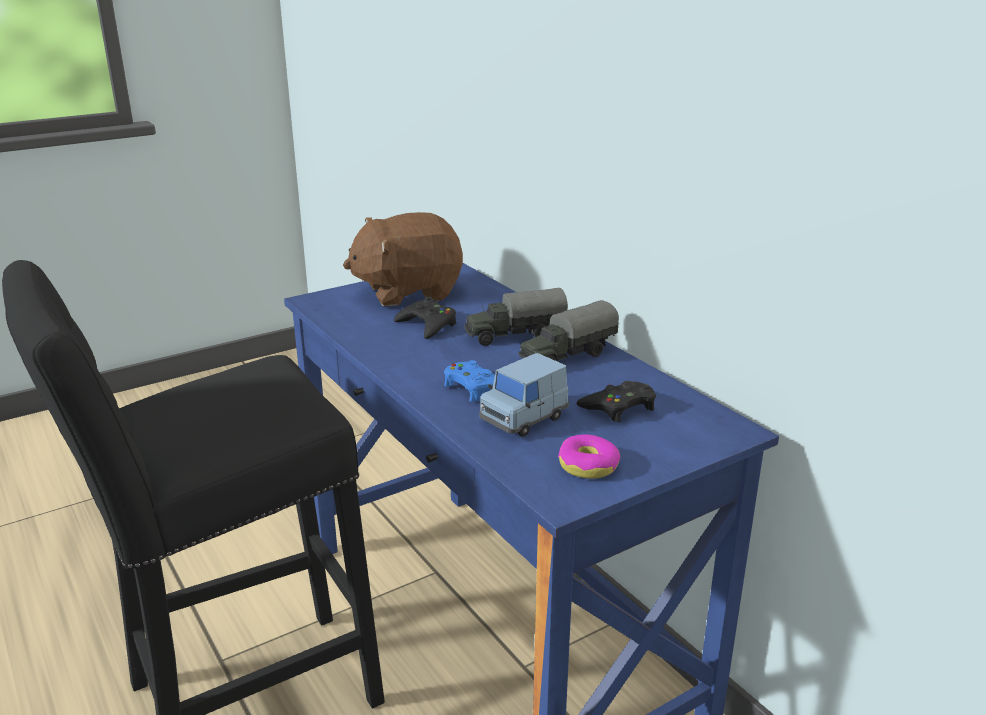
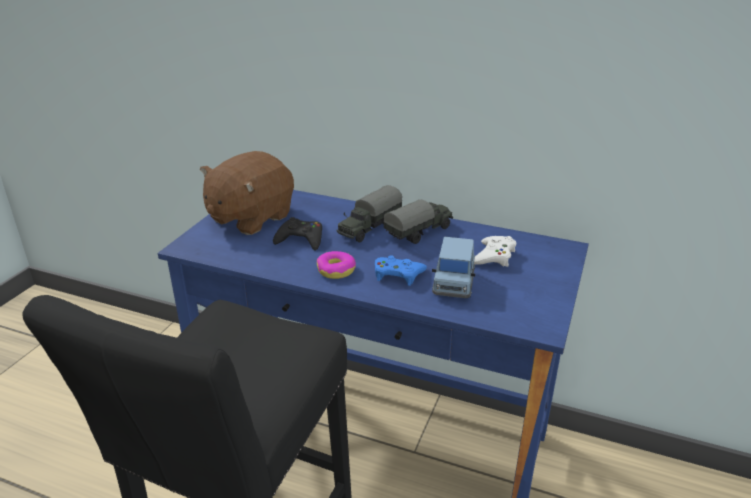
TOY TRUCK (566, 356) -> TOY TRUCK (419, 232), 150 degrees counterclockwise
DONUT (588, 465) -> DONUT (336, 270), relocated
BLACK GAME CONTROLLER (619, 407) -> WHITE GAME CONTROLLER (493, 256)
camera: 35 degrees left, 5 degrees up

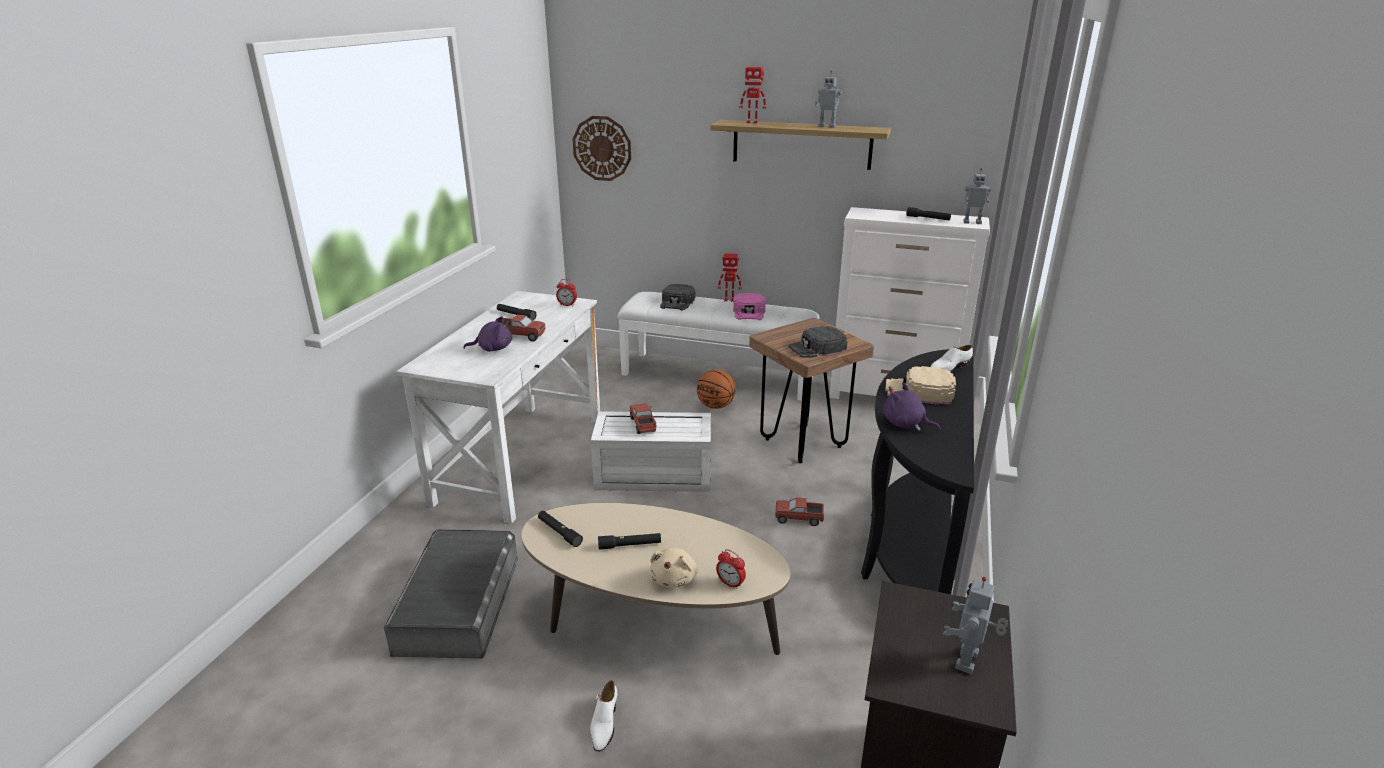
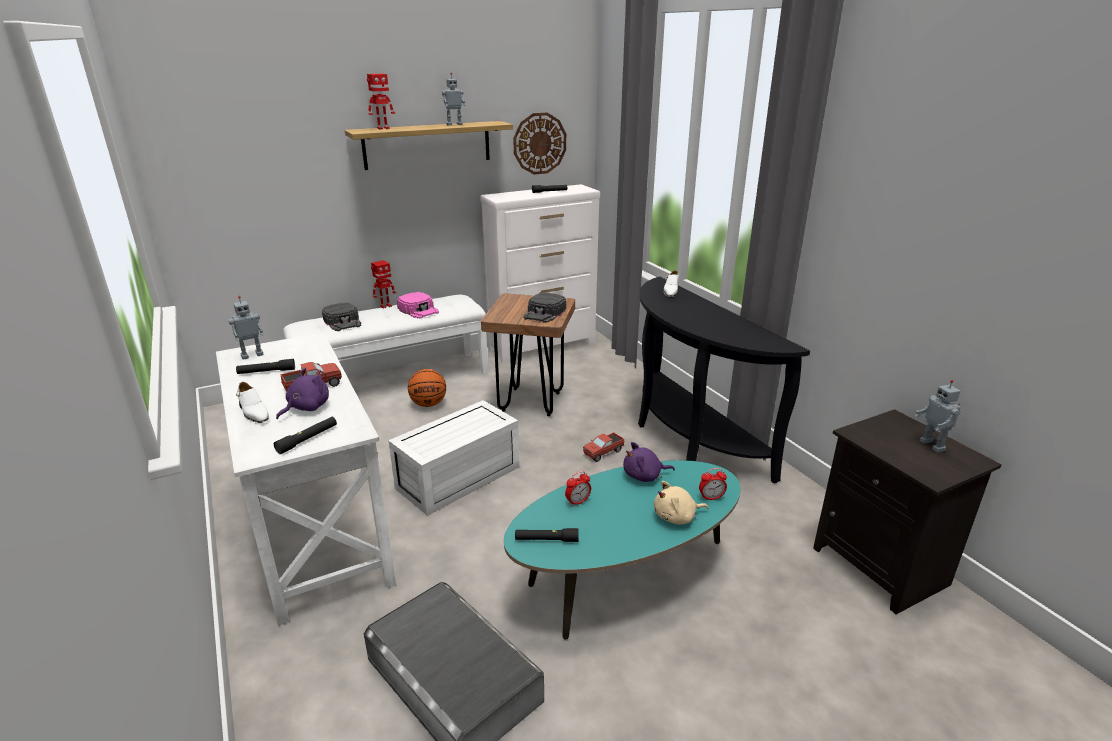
BEIGE COFFEE TABLE (653, 625) -> TURQUOISE COFFEE TABLE (624, 580)
ALARM CLOCK (567, 305) -> ALARM CLOCK (577, 502), relocated
WALL CLOCK (602, 148) -> WALL CLOCK (539, 143), relocated
WHITE SHOE (604, 724) -> WHITE SHOE (253, 413), relocated
BLACK FLASHLIGHT (629, 545) -> BLACK FLASHLIGHT (307, 439), relocated
TOY TRUCK (643, 425) -> none
BEIGE PLUSH TOY (674, 578) -> BEIGE PLUSH TOY (677, 517), 105 degrees clockwise
PURPLE PLUSH TOY (905, 424) -> PURPLE PLUSH TOY (644, 476), relocated
BEIGE CAP (919, 392) -> none
TOY ROBOT (972, 222) -> TOY ROBOT (252, 355), relocated
camera: 45 degrees left, 0 degrees up

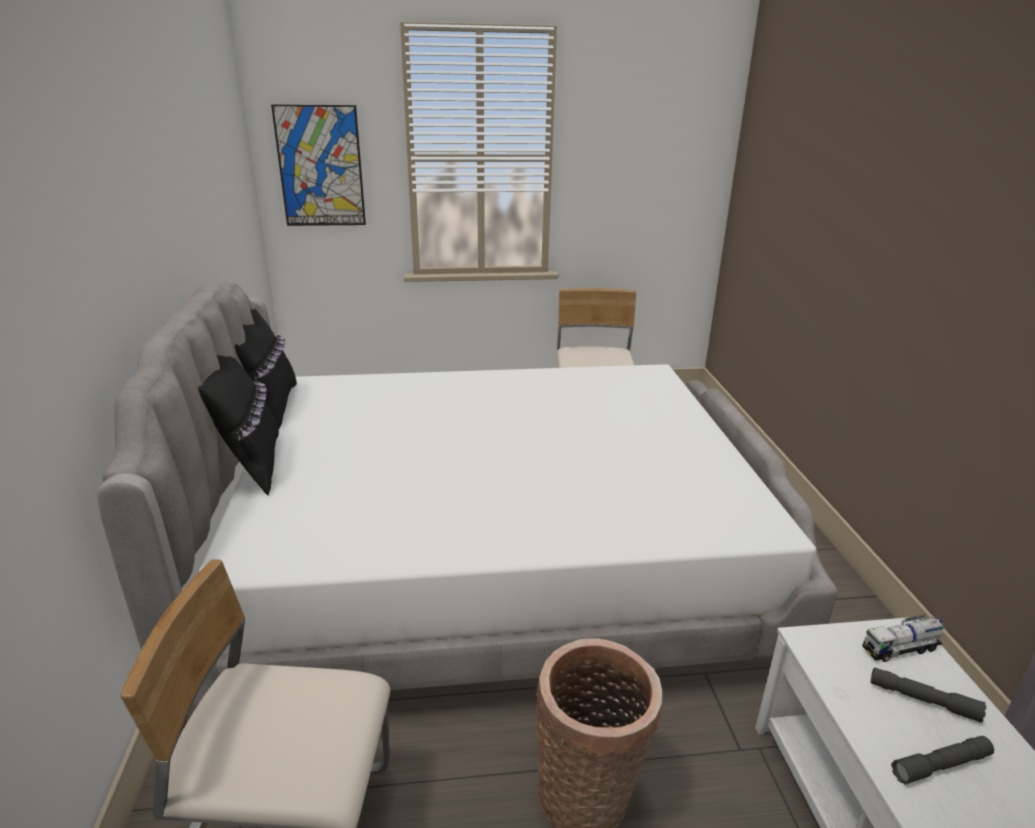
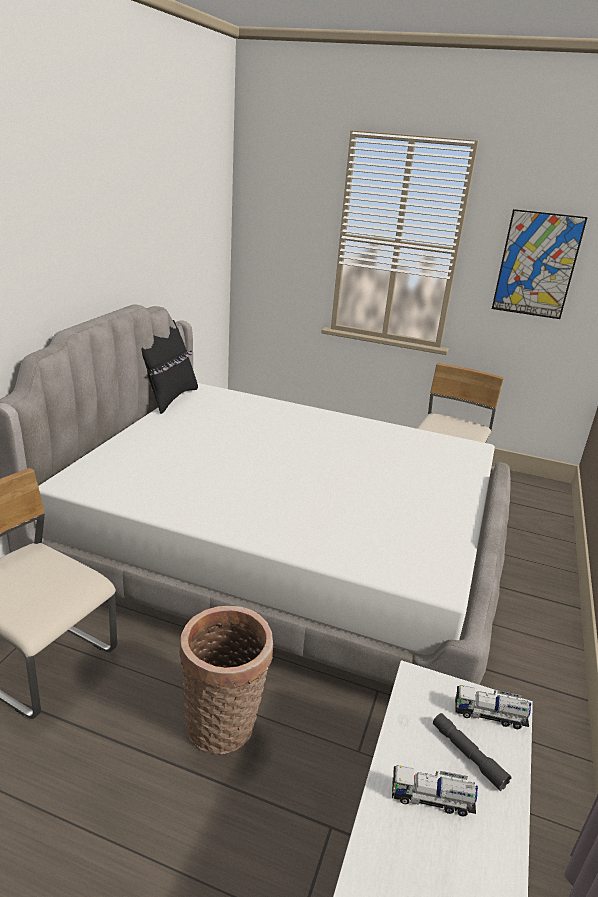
BLACK PILLOW (252, 465) -> none
PICTURE (320, 167) -> PICTURE (537, 265), relocated
GREY FLASHLIGHT (940, 765) -> TOY TRUCK (431, 799)
camera: 25 degrees right, 0 degrees up

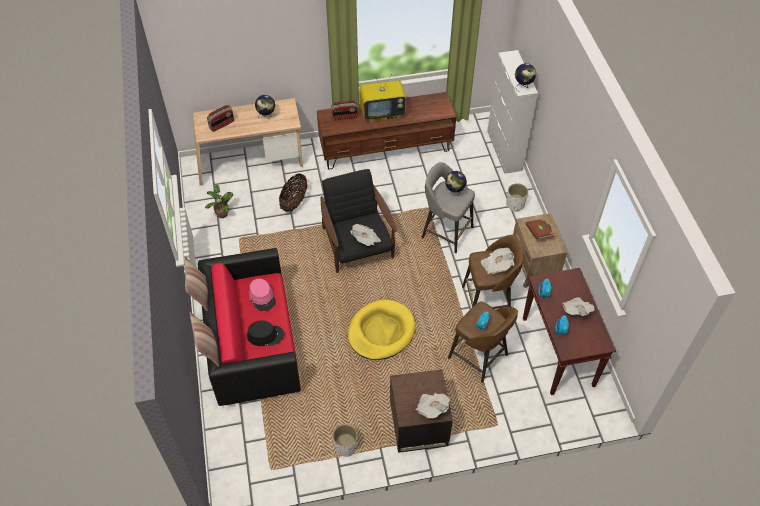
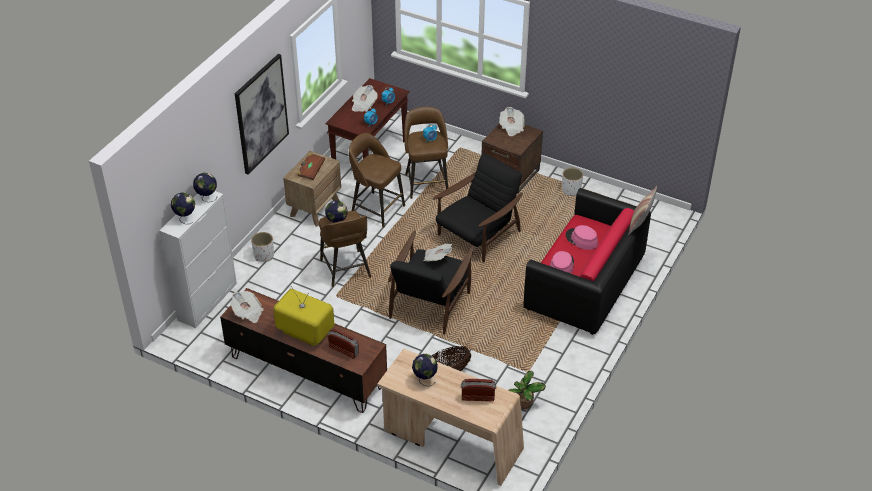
PILLOW (200, 294) -> none
BLACK HAT (265, 335) -> PINK HAT (581, 239)
YELLOW DOG BED (381, 331) -> BLACK ARMCHAIR (478, 235)
GREY STOOL (445, 231) -> BROWN STOOL (346, 270)
NEWSPAPER (496, 265) -> NEWSPAPER (248, 313), relocated
none -> GLOBE (185, 218)
none -> PICTURE (261, 114)
camera: 140 degrees left, 10 degrees down

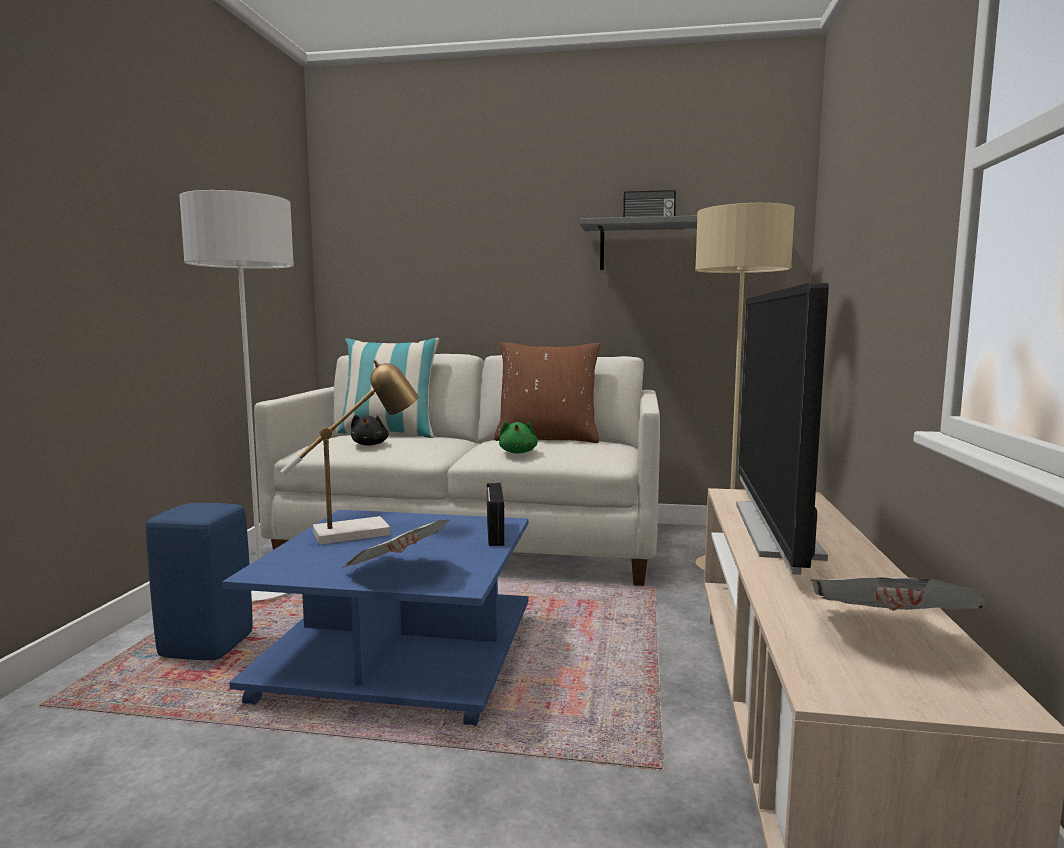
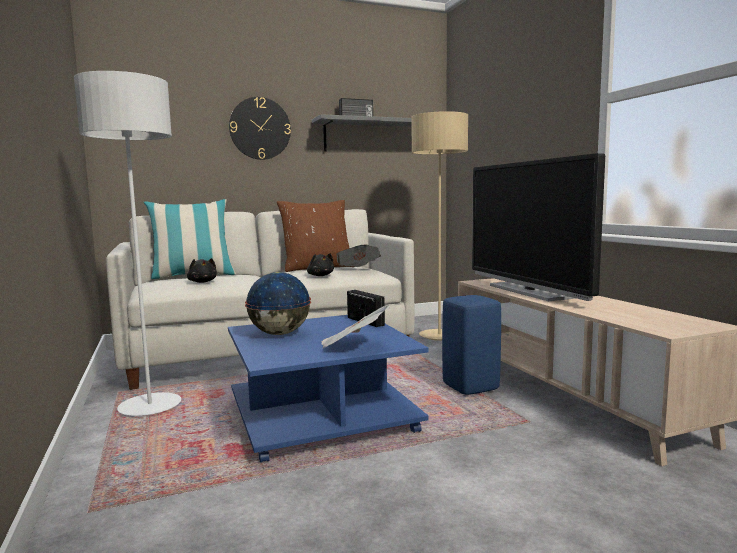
BLUE STOOL (206, 646) -> BLUE STOOL (469, 387), relocated
TABLE LAMP (362, 532) -> GLOBE (279, 334)
GREEN PLUSH TOY (518, 452) -> BLACK PLUSH TOY (320, 275)
NEWSPAPER (889, 636) -> NEWSPAPER (358, 269), relocated
none -> WALL CLOCK (260, 128)
camera: 30 degrees left, 0 degrees up

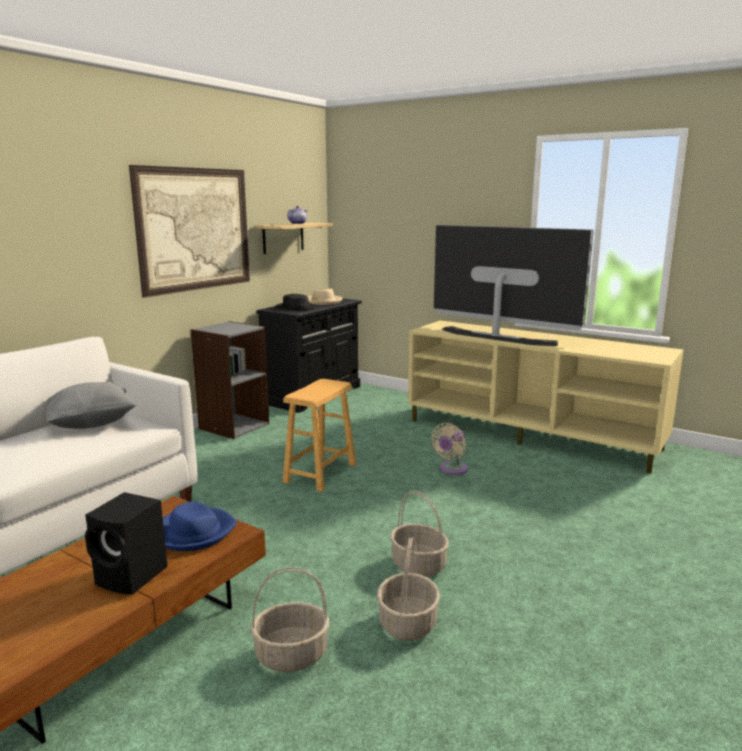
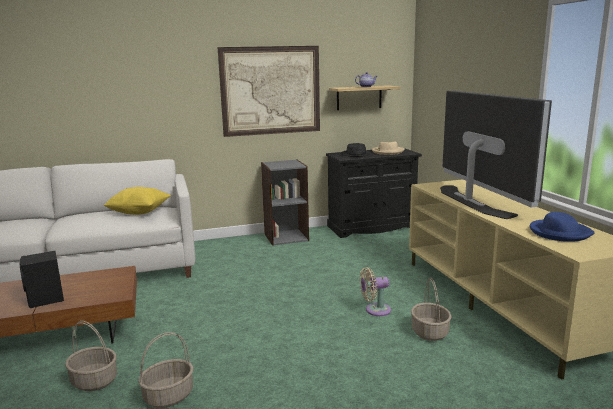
GREY PILLOW (91, 424) -> YELLOW PILLOW (139, 212)
BLUE HAT (194, 532) -> BLUE HAT (559, 233), relocated
BROWN STOOL (320, 473) -> none
BASKET (419, 565) -> BASKET (430, 332), relocated
camera: 40 degrees right, 0 degrees up

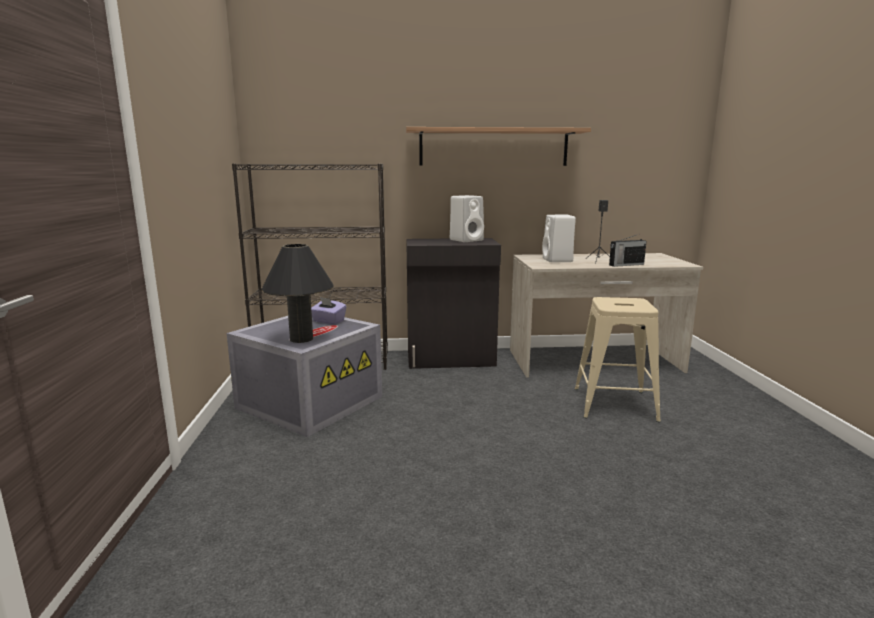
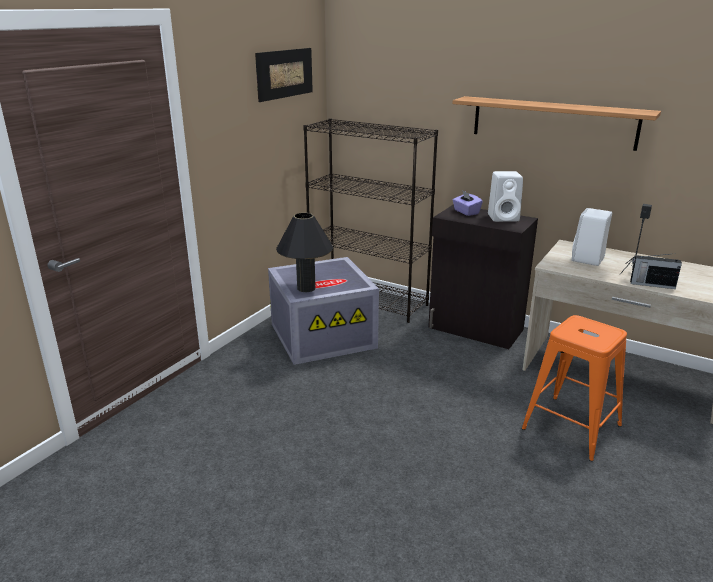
PURPLE TISSUE BOX (328, 321) -> PURPLE TISSUE BOX (466, 212), relocated
BEIGE STOOL (615, 404) -> ORANGE STOOL (572, 427)
none -> PICTURE (285, 73)
camera: 35 degrees right, 10 degrees up

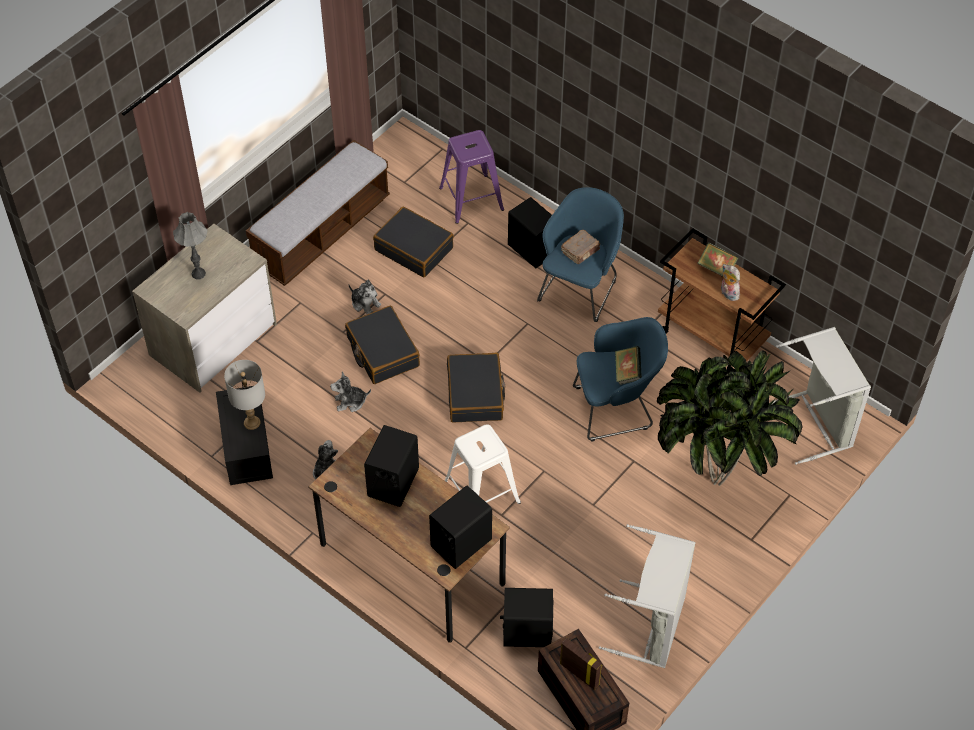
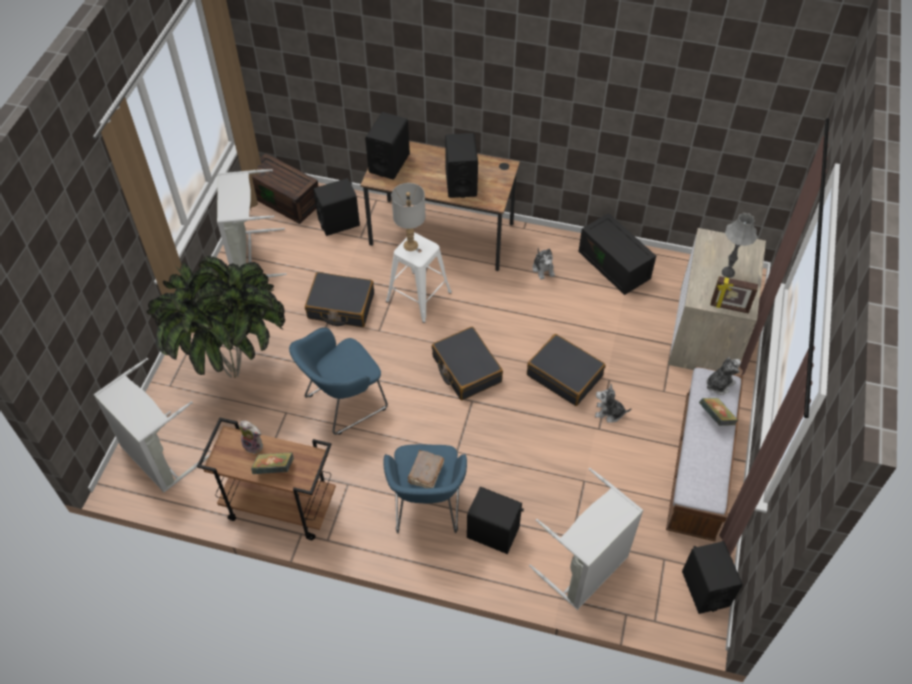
GREY TABLE LAMP (251, 422) -> GREY TABLE LAMP (411, 245), relocated
PLUSH TOY (350, 402) -> PLUSH TOY (719, 384), relocated
BLACK SUITCASE (414, 249) -> BLACK SUITCASE (341, 306), relocated
PURPLE STOOL (472, 198) -> GREY LAUNDRY BASKET (586, 569)
PICTURE FRAME (580, 673) -> PICTURE FRAME (729, 307), relocated
BOOK (627, 372) -> BOOK (716, 417), relocated
none -> BLACK SPEAKER (705, 588)
camera: 155 degrees right, 0 degrees up

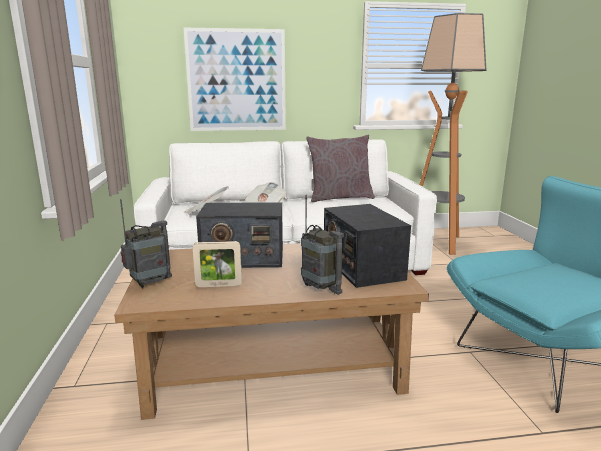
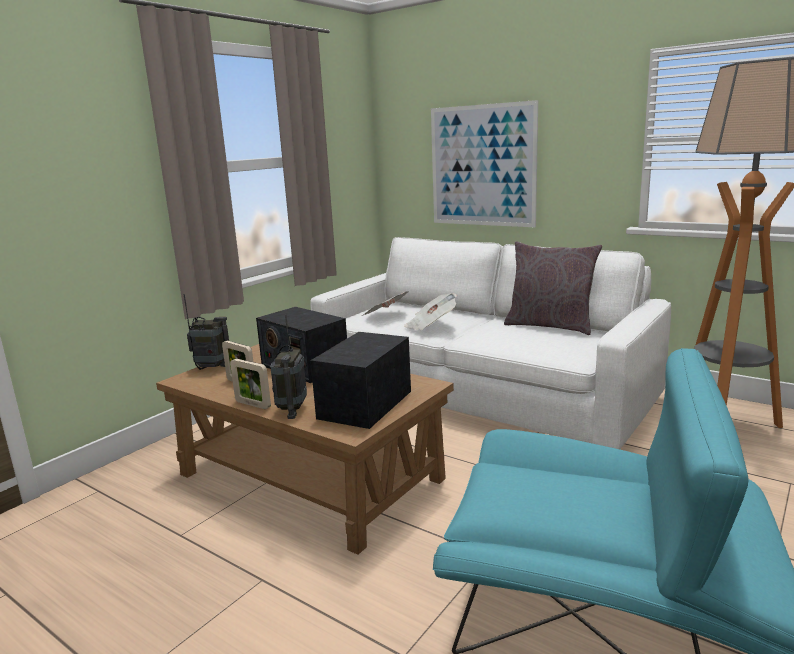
none -> PICTURE FRAME (253, 404)
camera: 45 degrees right, 0 degrees up

